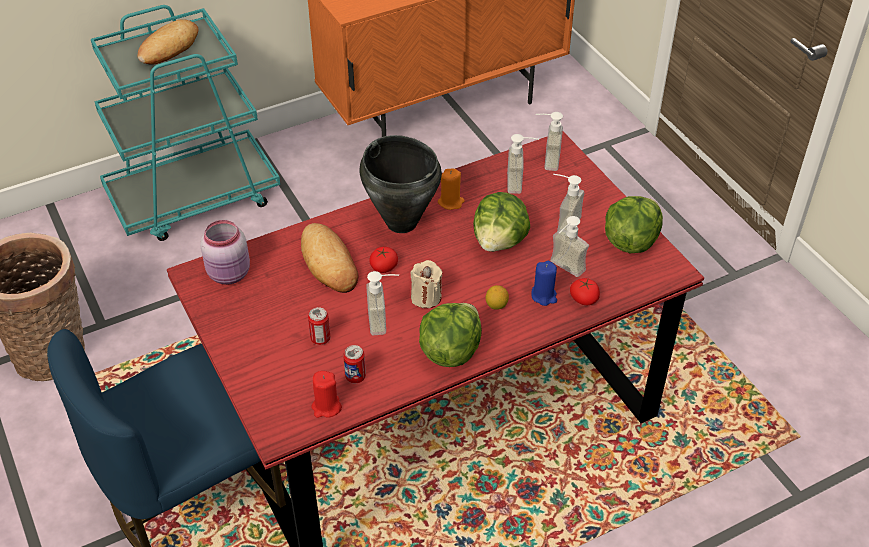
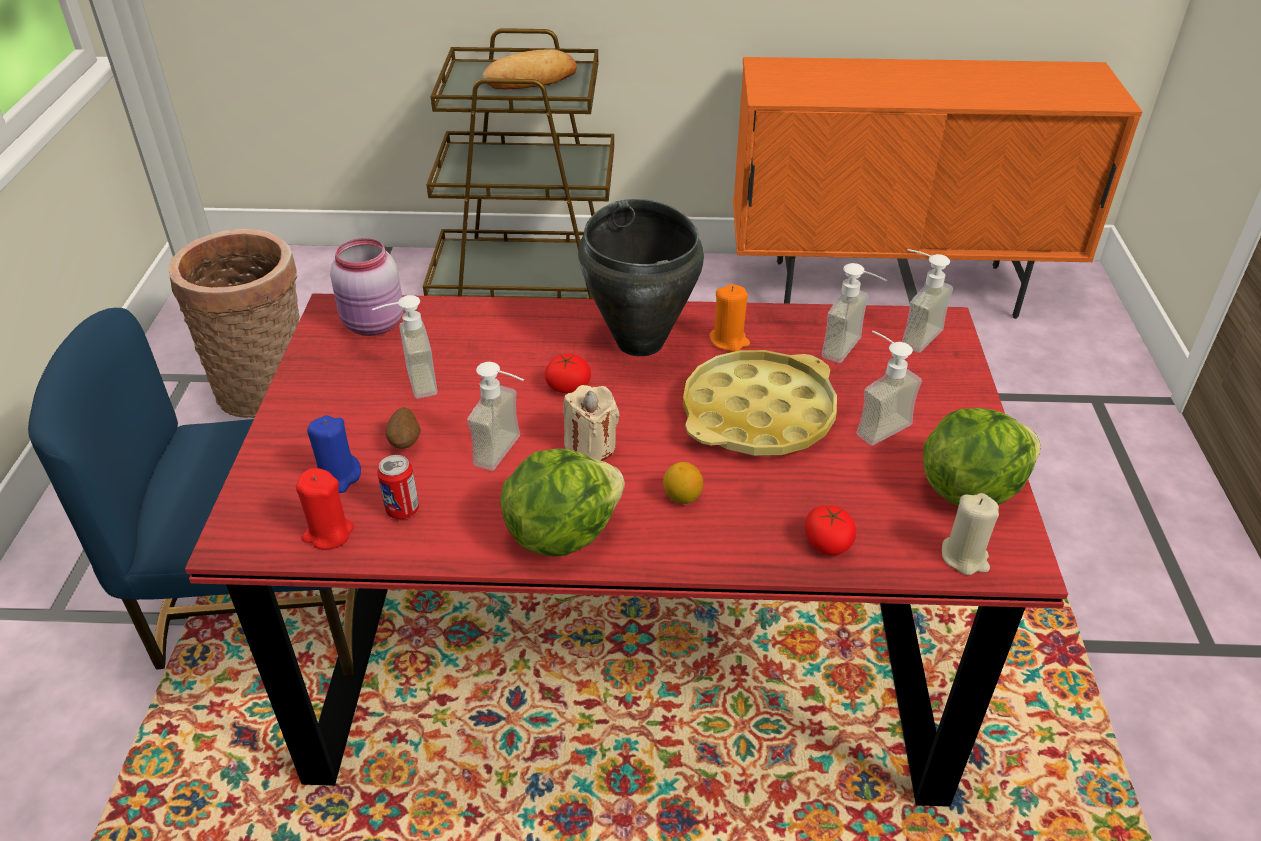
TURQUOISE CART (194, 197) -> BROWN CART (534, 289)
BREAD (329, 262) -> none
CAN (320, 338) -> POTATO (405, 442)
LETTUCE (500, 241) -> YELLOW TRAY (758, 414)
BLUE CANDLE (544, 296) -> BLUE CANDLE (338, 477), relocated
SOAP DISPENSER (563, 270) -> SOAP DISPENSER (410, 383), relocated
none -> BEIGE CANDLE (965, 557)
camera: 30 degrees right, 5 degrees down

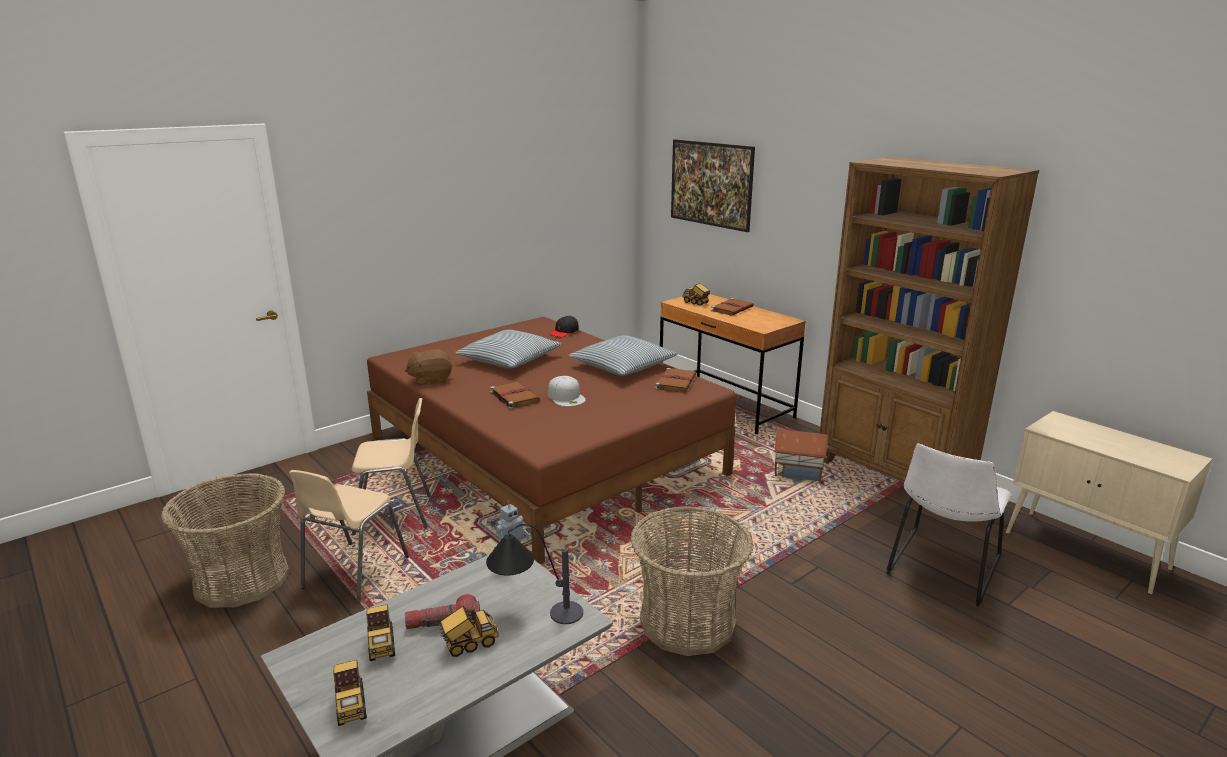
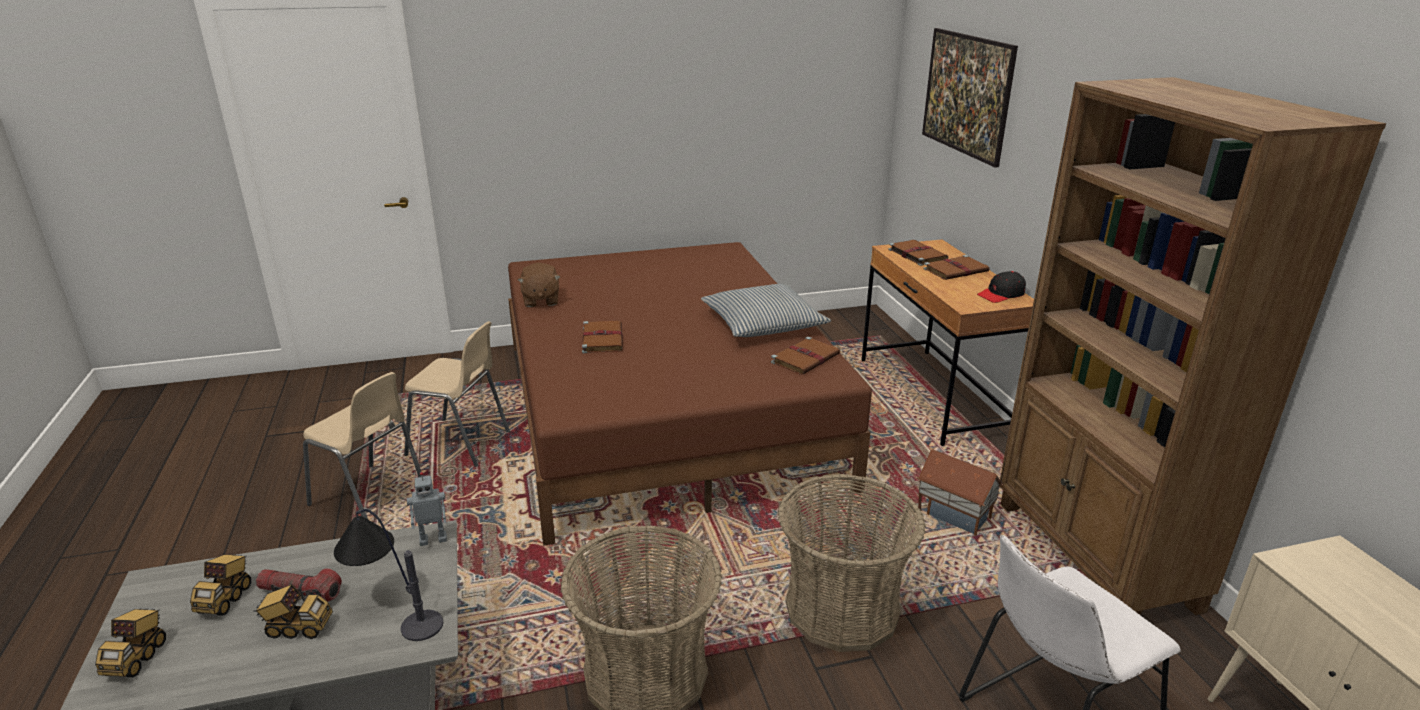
BASKET (241, 579) -> BASKET (841, 609), relocated
BEIGE CHAIR (353, 574) -> BEIGE CHAIR (371, 499), 105 degrees counterclockwise
BROWN PLUSH TOY (431, 380) -> BROWN PLUSH TOY (540, 300), 105 degrees counterclockwise
PILLOW (509, 359) -> none
WHITE CAP (566, 397) -> none
BLACK CAP (564, 332) -> BLACK CAP (1001, 295), relocated
TOY TRUCK (696, 303) -> BROWN BOOK (916, 254)
camera: 25 degrees right, 5 degrees up

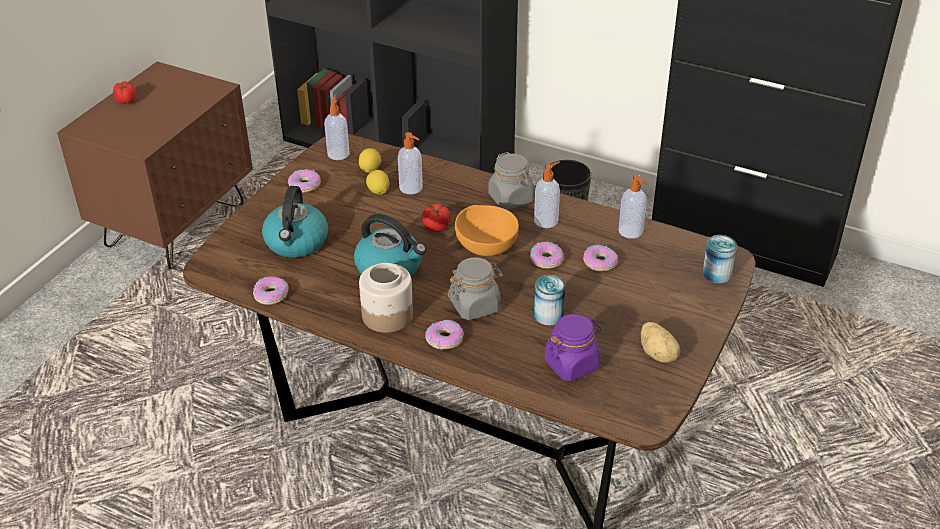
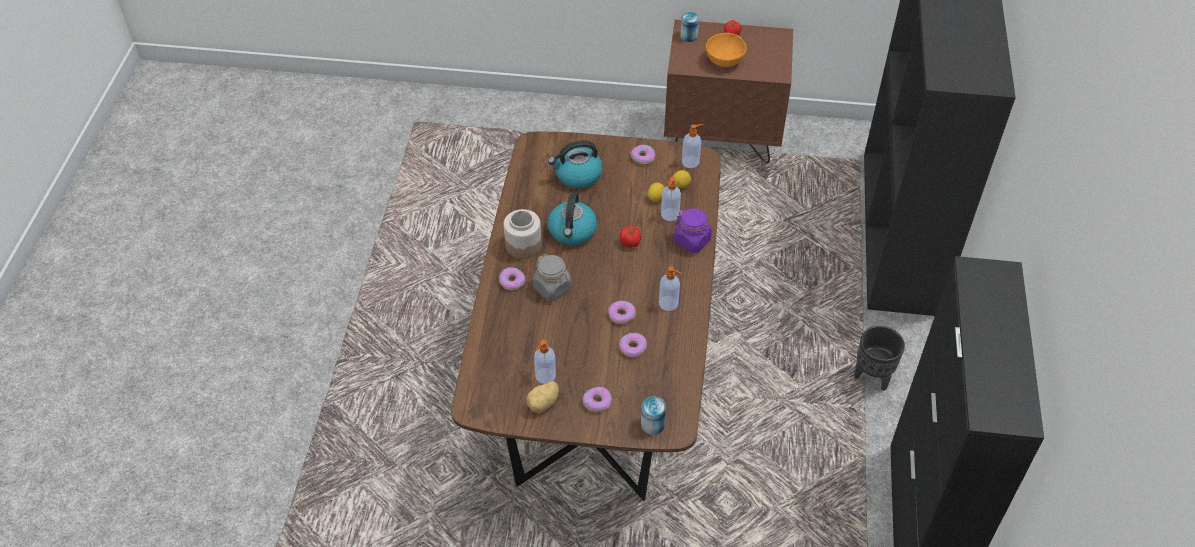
DONUT (271, 294) -> DONUT (597, 402), relocated
ORANGE BOWL (486, 245) -> ORANGE BOWL (725, 60), relocated
GREY JAR (511, 198) -> none
CAN (548, 315) -> CAN (689, 36), relocated
PURPLE JAR (572, 364) -> PURPLE JAR (692, 241), relocated
SOAP DISPENSER (631, 232) -> SOAP DISPENSER (545, 376), relocated
camera: 70 degrees right, 10 degrees up

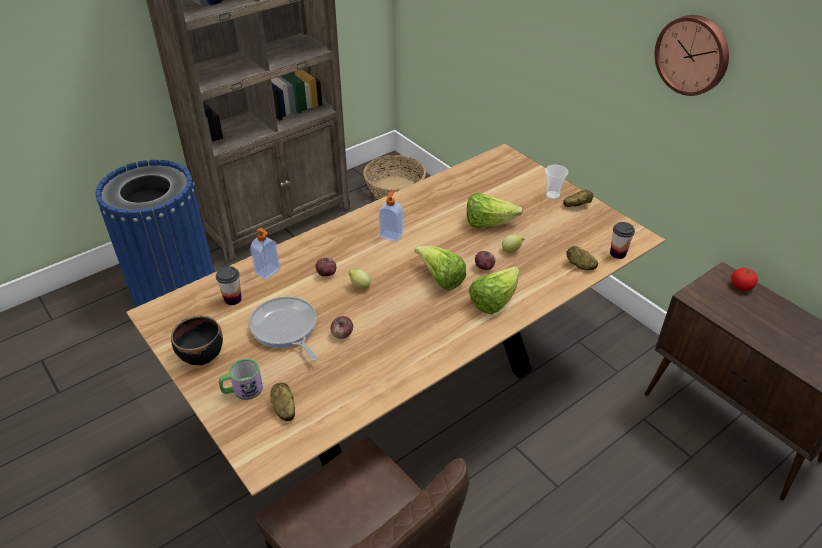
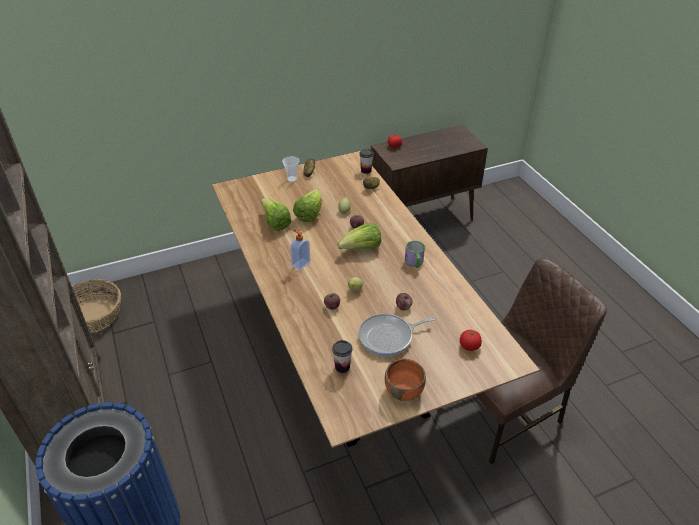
BLACK BOWL (202, 355) -> ORANGE BOWL (404, 391)
MUG (242, 390) -> MUG (414, 263), relocated
SOAP DISPENSER (268, 272) -> none
POTATO (284, 409) -> TOMATO (469, 346)
LETTUCE (493, 301) -> LETTUCE (275, 223), relocated
WALL CLOCK (693, 54) -> none
camera: 75 degrees left, 0 degrees up

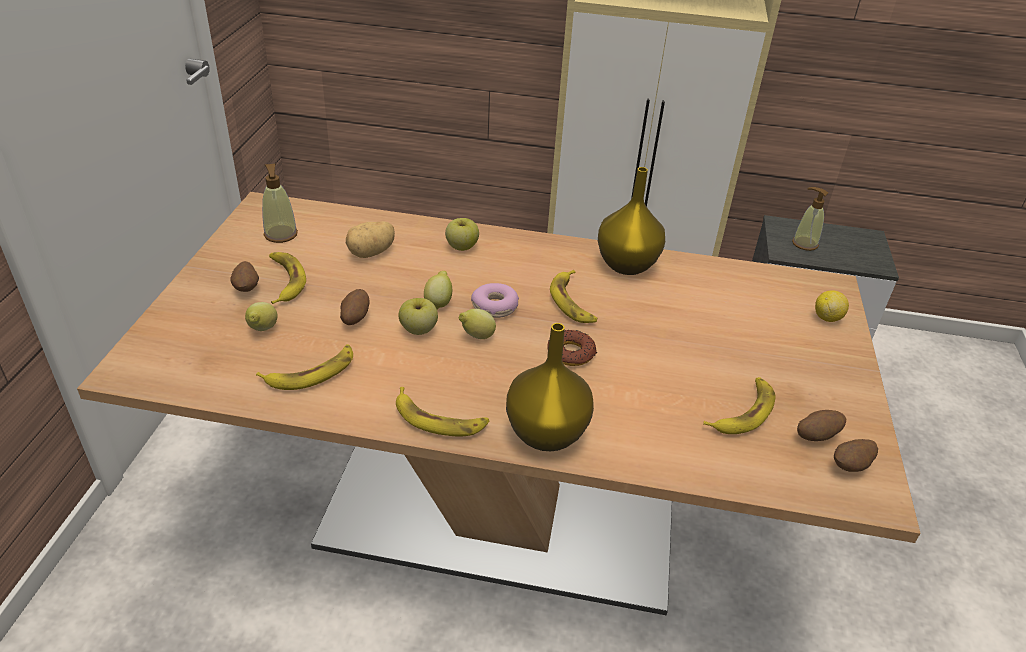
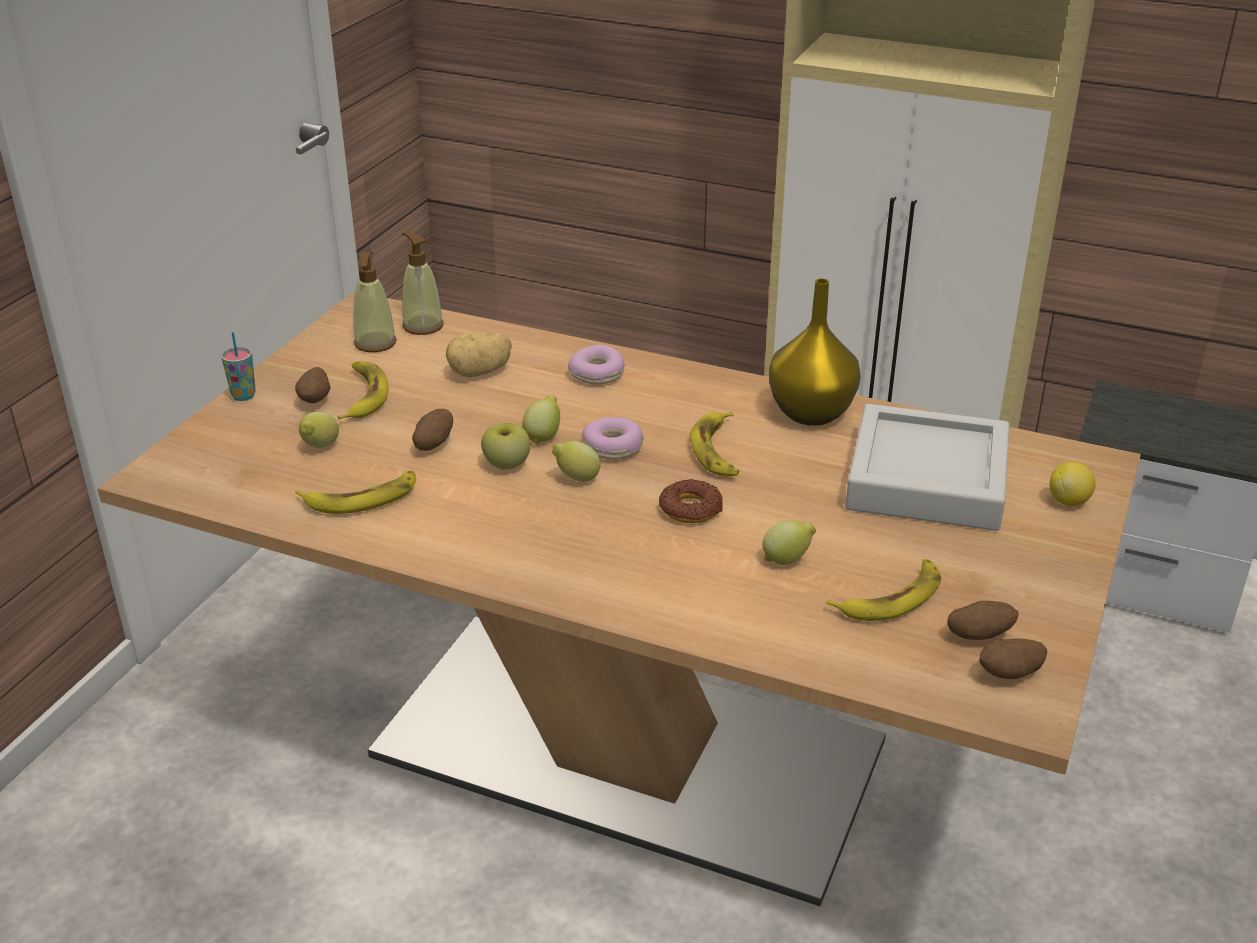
BANANA (439, 419) -> none
APPLE (461, 247) -> DONUT (597, 374)
YELLOW VASE (546, 432) -> none
SOAP DISPENSER (804, 244) -> SOAP DISPENSER (422, 326), relocated
none -> CUP (243, 396)
none -> LEMON (787, 560)
none -> GREY TRAY (927, 480)
camera: 15 degrees right, 5 degrees down

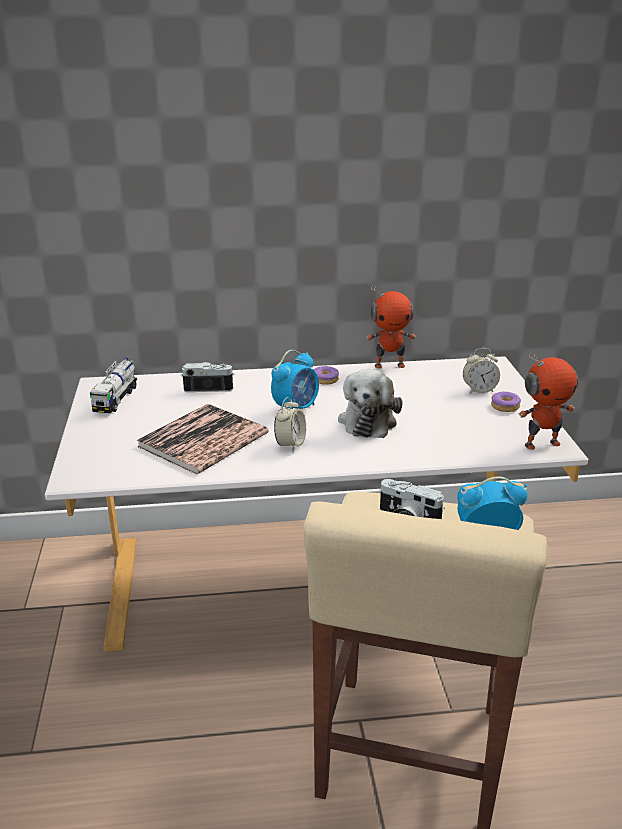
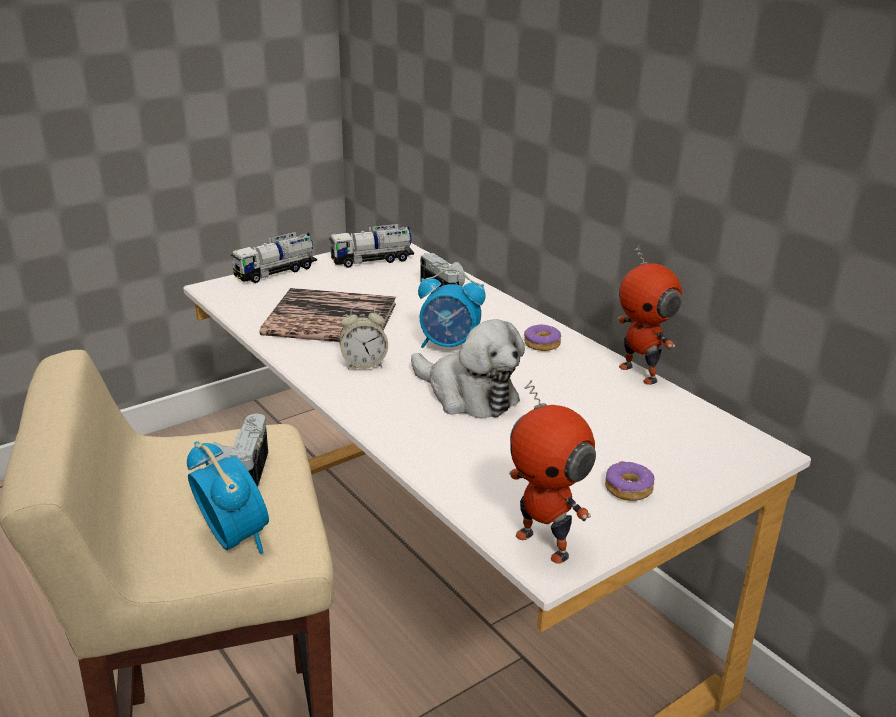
PLUSH TOY (368, 420) -> PLUSH TOY (468, 395), 120 degrees counterclockwise
ALARM CLOCK (479, 390) -> none
none -> TOY TRUCK (276, 272)
camera: 60 degrees right, 0 degrees up

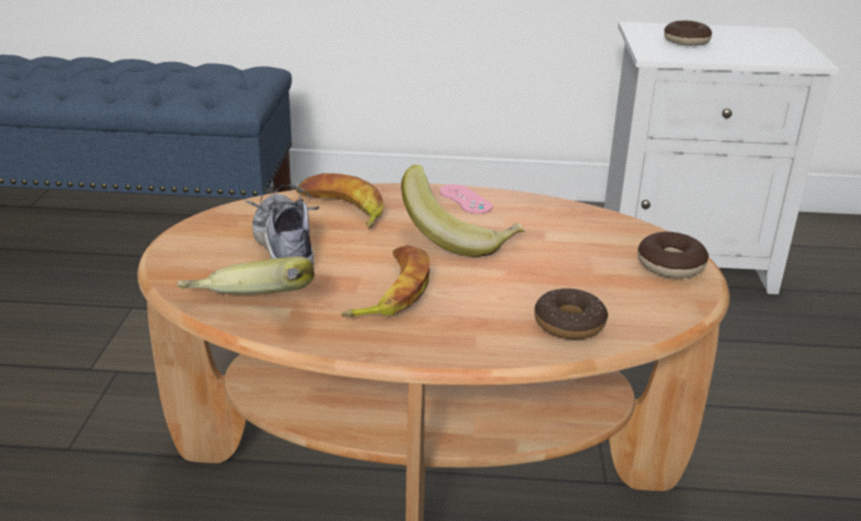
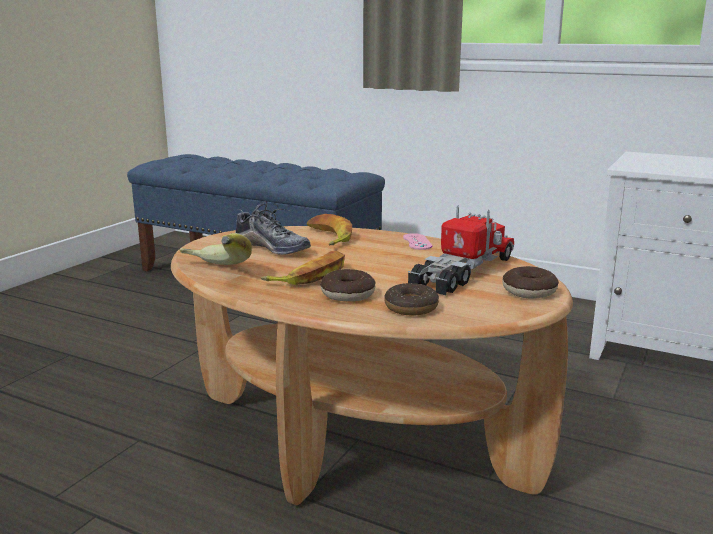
SHOE (284, 245) -> SHOE (272, 248), 120 degrees clockwise
BANANA (460, 238) -> none
DONUT (686, 41) -> DONUT (348, 294), relocated
none -> TOY TRUCK (463, 272)
camera: 25 degrees right, 10 degrees down

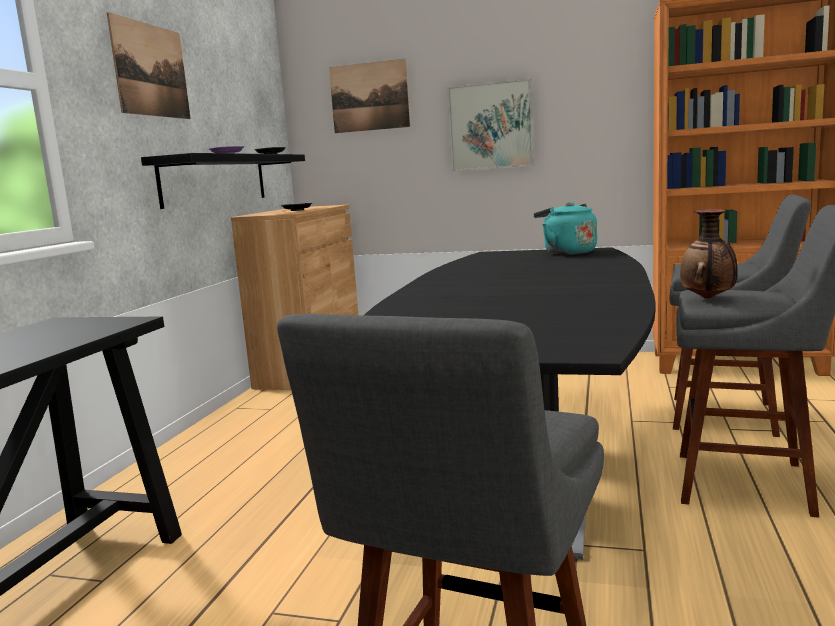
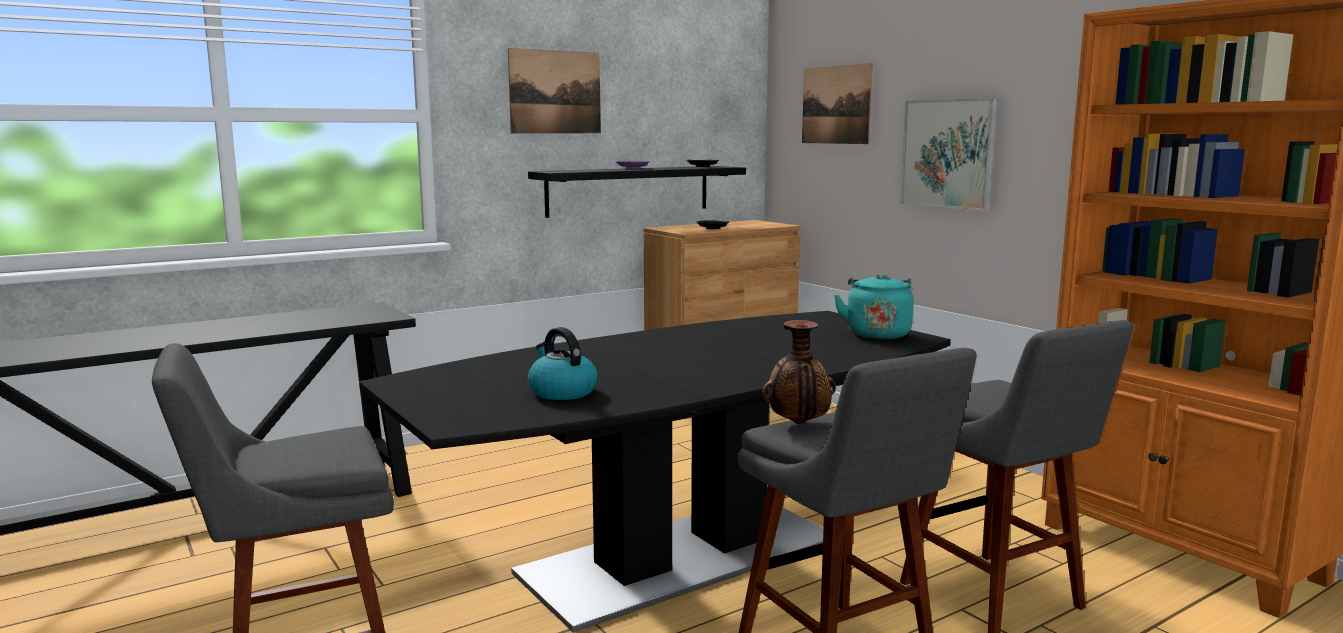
none -> KETTLE (561, 392)
camera: 40 degrees right, 0 degrees up

